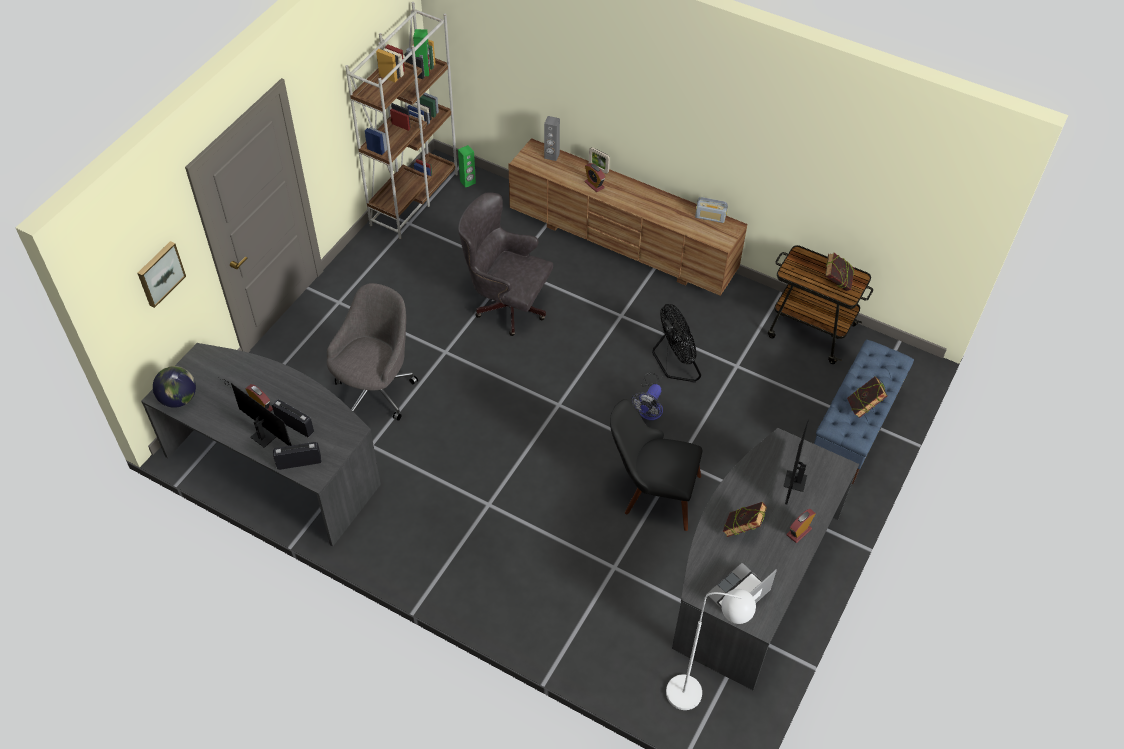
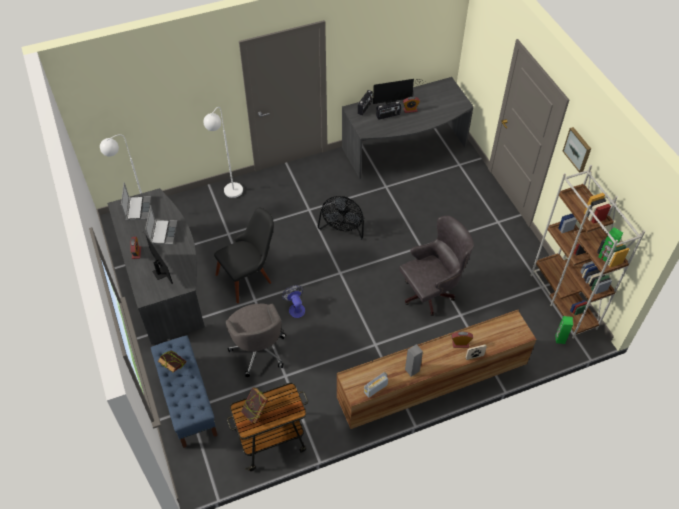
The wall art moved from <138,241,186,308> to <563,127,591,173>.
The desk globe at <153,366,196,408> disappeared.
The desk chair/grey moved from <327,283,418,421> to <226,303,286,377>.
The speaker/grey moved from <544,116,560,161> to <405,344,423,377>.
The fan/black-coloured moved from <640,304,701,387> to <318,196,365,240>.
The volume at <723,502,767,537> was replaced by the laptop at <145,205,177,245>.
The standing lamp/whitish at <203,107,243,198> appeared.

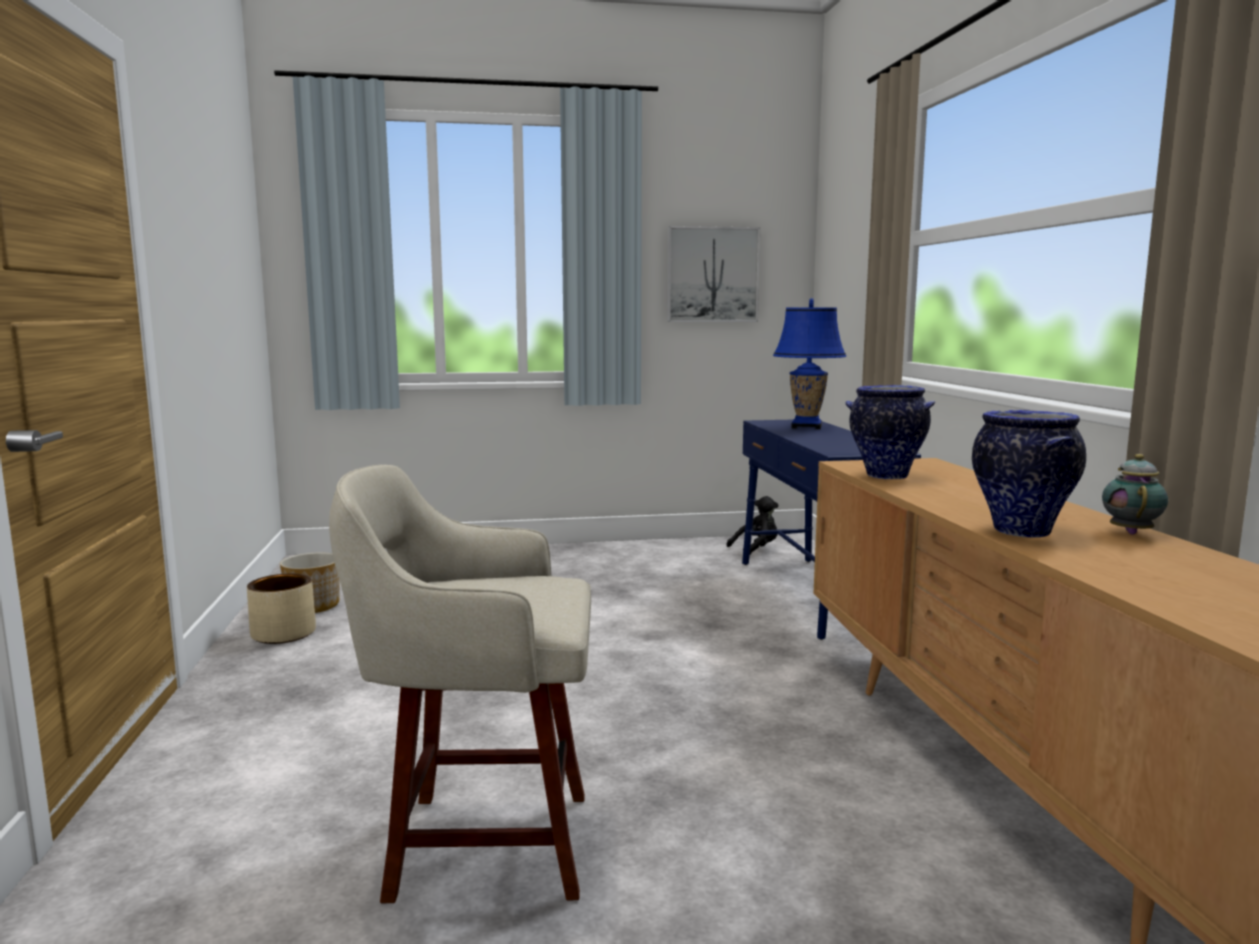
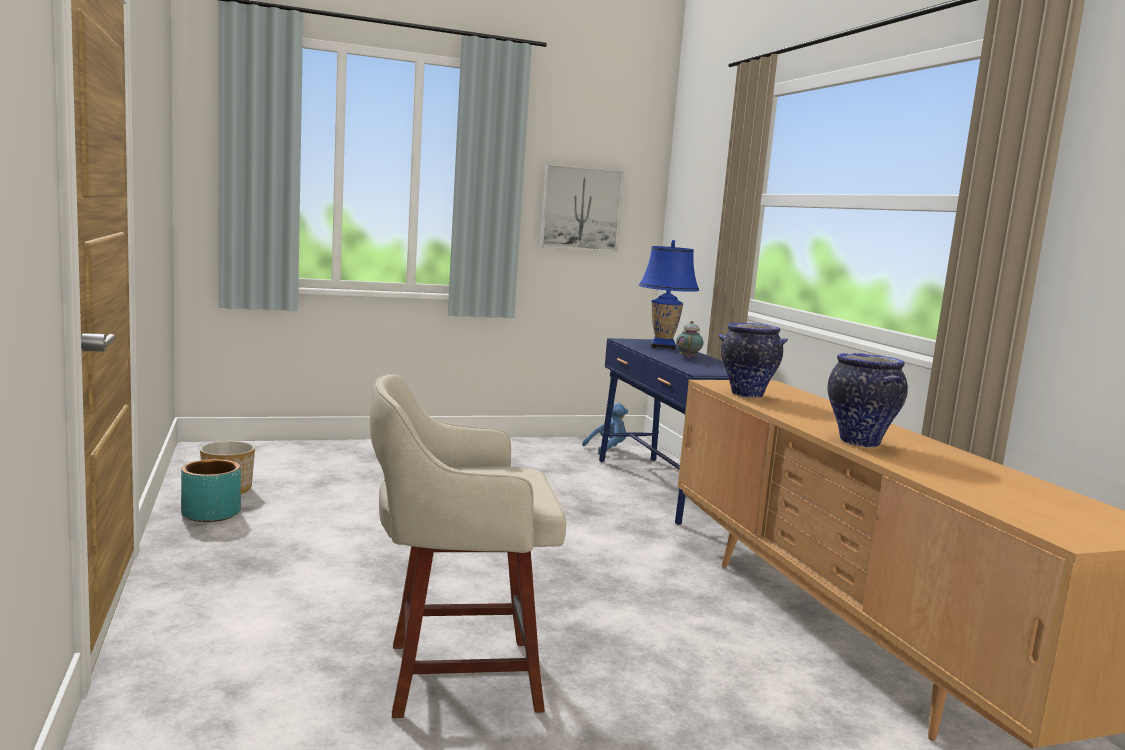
The plant pot/sand-coloured at <247,573,316,644> became the plant pot/turquoise at <181,459,241,522>.
The soft toy/black-coloured at <726,496,779,554> became the soft toy/blue at <582,403,628,455>.
The tea pot moved from <1102,454,1168,535> to <676,321,704,359>.

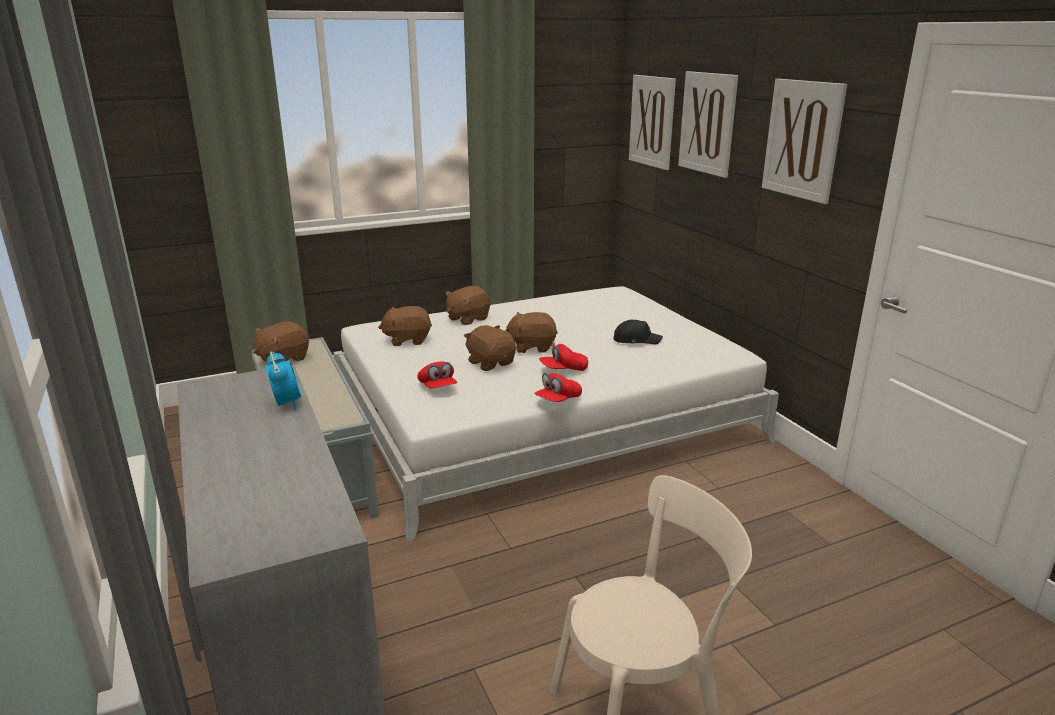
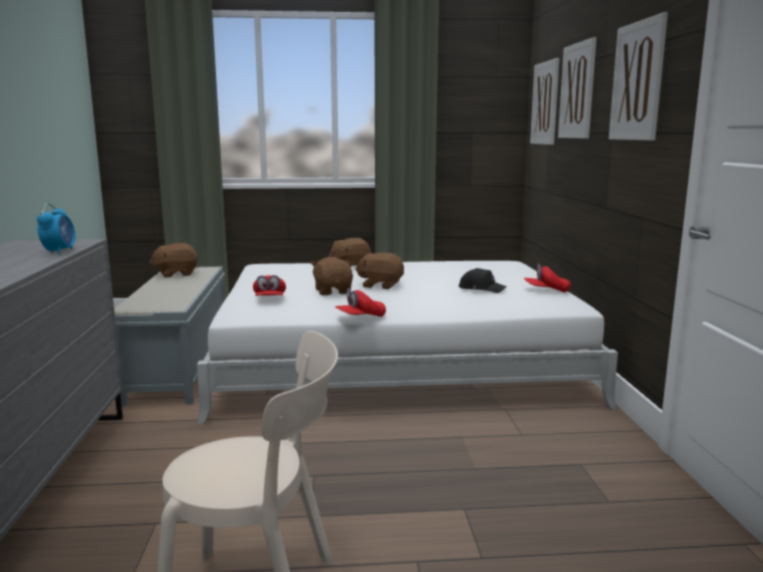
The soft toy/brown-coloured at <378,306,432,346> disappeared.
The cap/red-coloured moved from <539,341,588,371> to <524,264,571,292>.

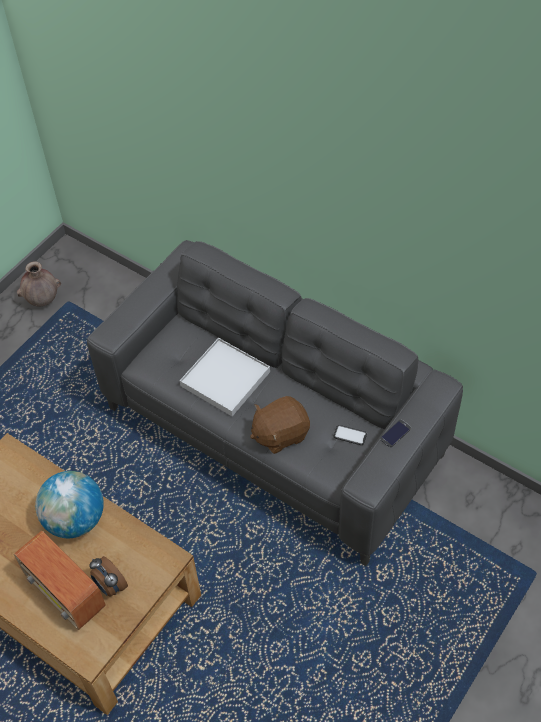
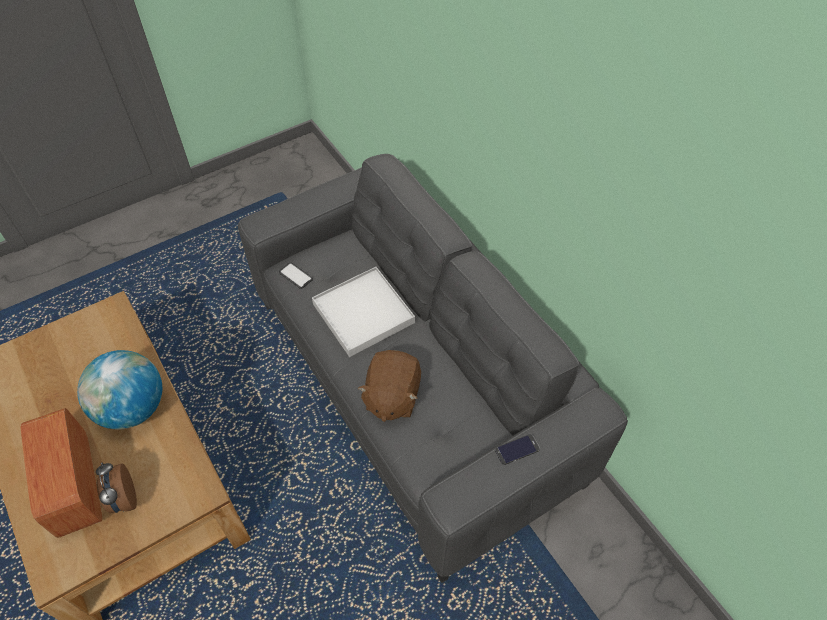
The decorative vase/brown-coloured at <17,261,61,306> disappeared.
The soft toy/brown-coloured at <250,396,310,454> turned 75 degrees counterclockwise.
The telephone moved from <333,425,367,445> to <279,262,313,289>.

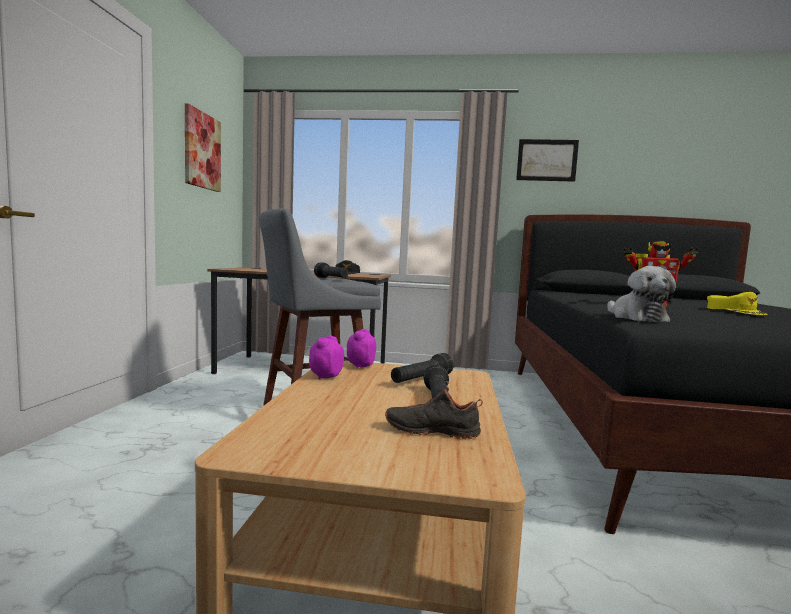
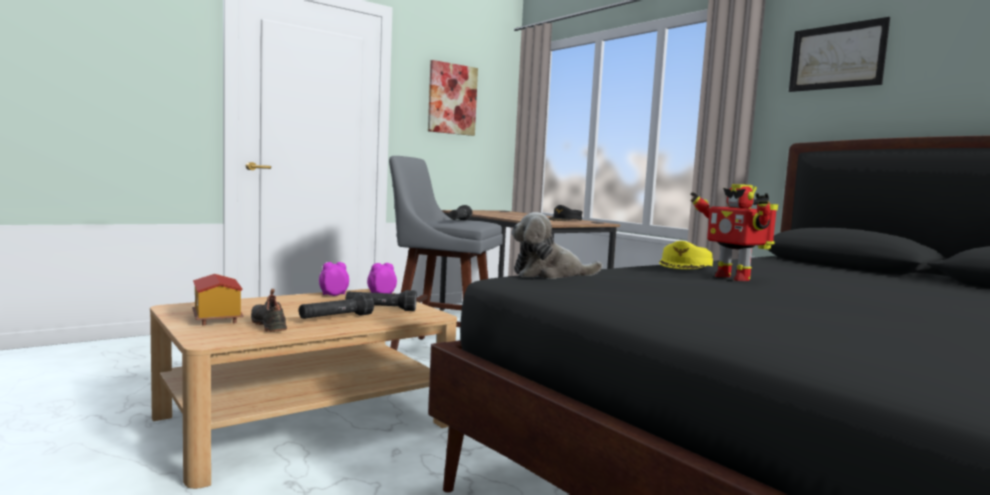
The soft toy at <607,266,676,322> turned 45 degrees clockwise.
The cap/yellowish moved from <707,292,768,315> to <659,241,713,269>.
The toy house at <192,274,244,326> appeared.

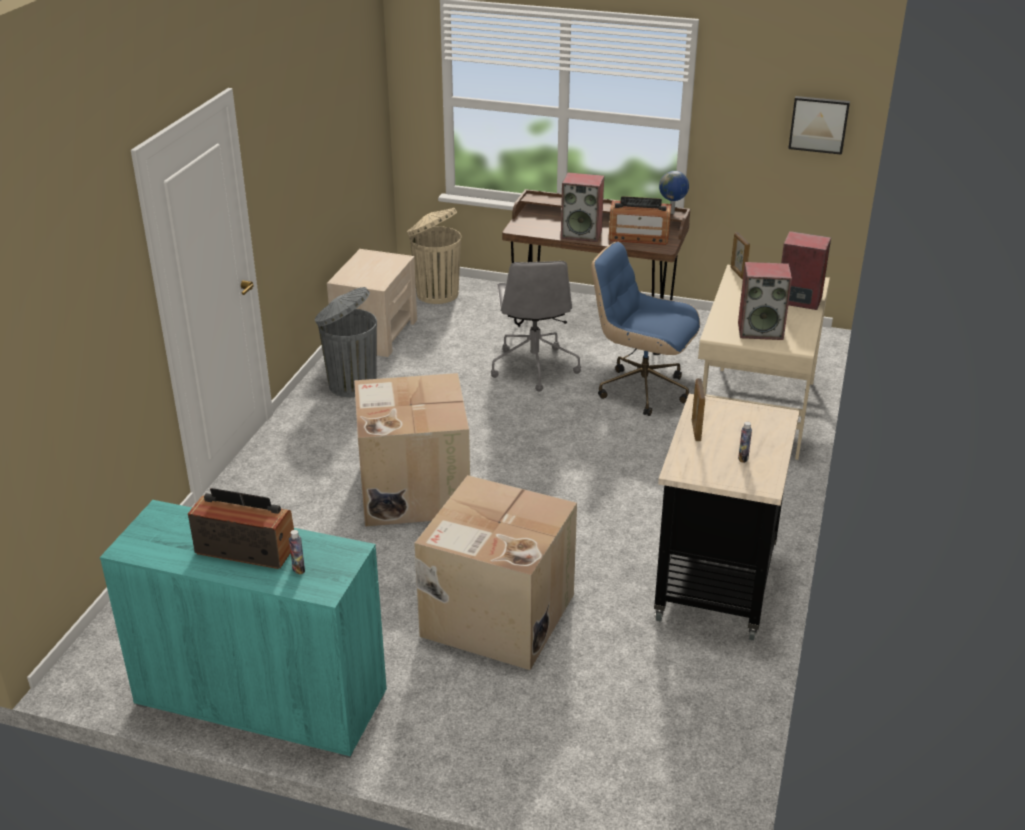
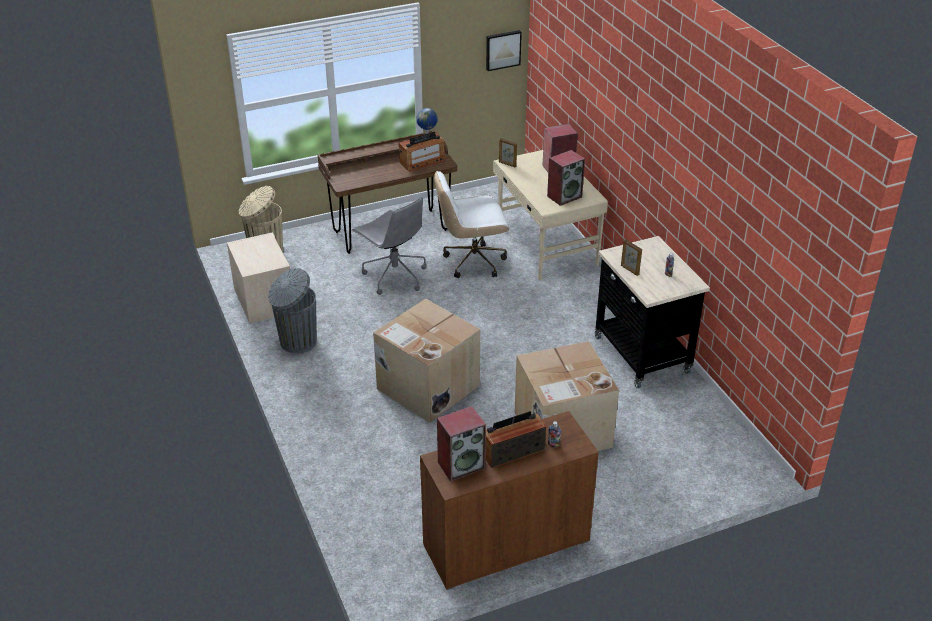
The storage cabinet/turquoise at <100,500,387,758> became the storage cabinet/brown-coloured at <420,411,599,590>.
The speaker moved from <561,172,604,242> to <437,406,486,482>.
The desk chair/blue at <591,241,700,416> became the desk chair/whitish at <434,171,509,278>.

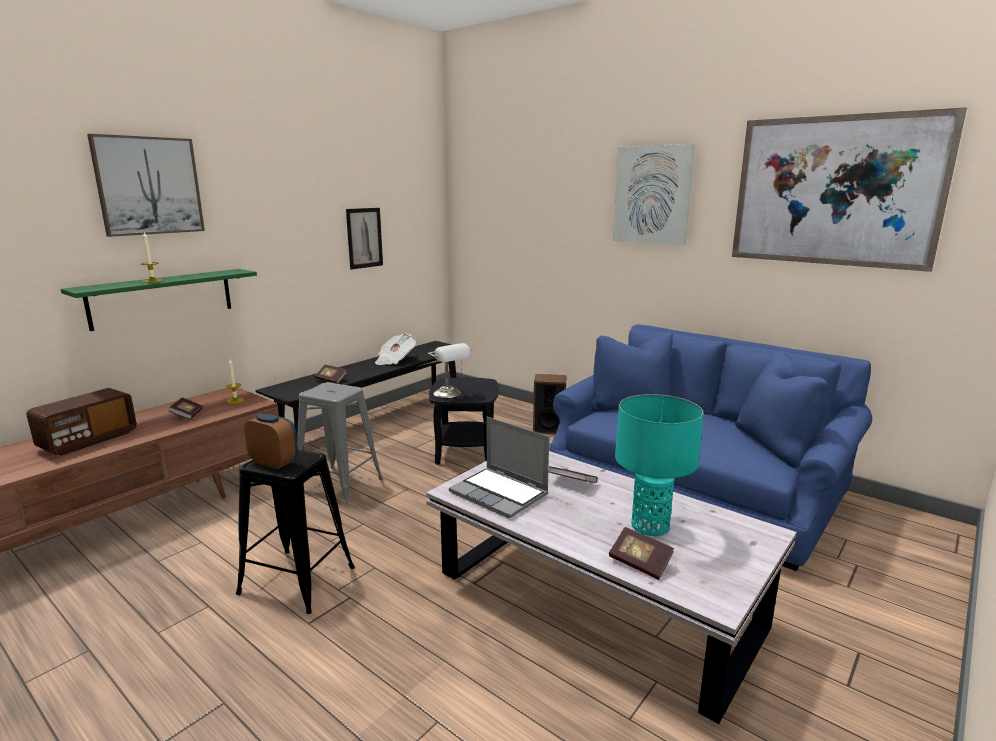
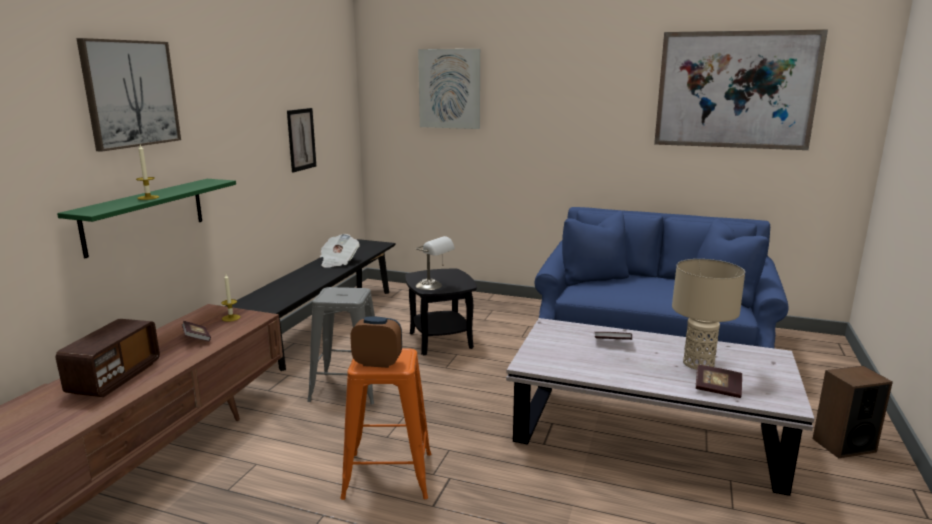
The stool/black-coloured at <236,449,355,614> became the stool/orangey at <340,348,431,500>.
The volume at <315,365,347,384> disappeared.
The laptop at <449,417,549,518> disappeared.
The speaker moved from <533,374,567,434> to <813,366,893,458>.
The wall art moved from <613,144,695,245> to <418,49,480,129>.
The lamp for a table/turquoise at <615,394,704,536> became the lamp for a table/sand-coloured at <672,259,745,370>.

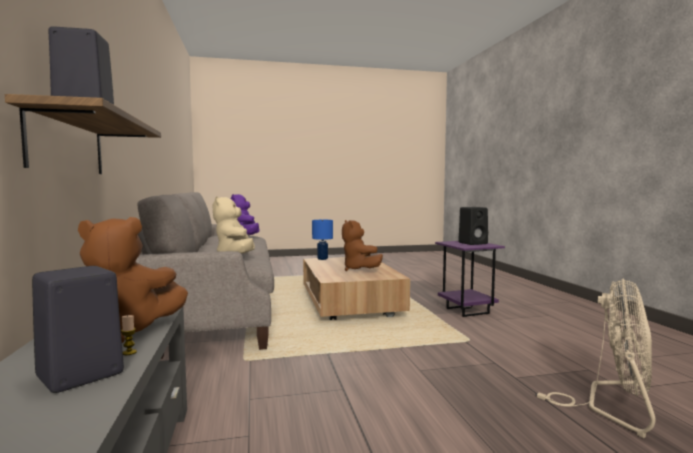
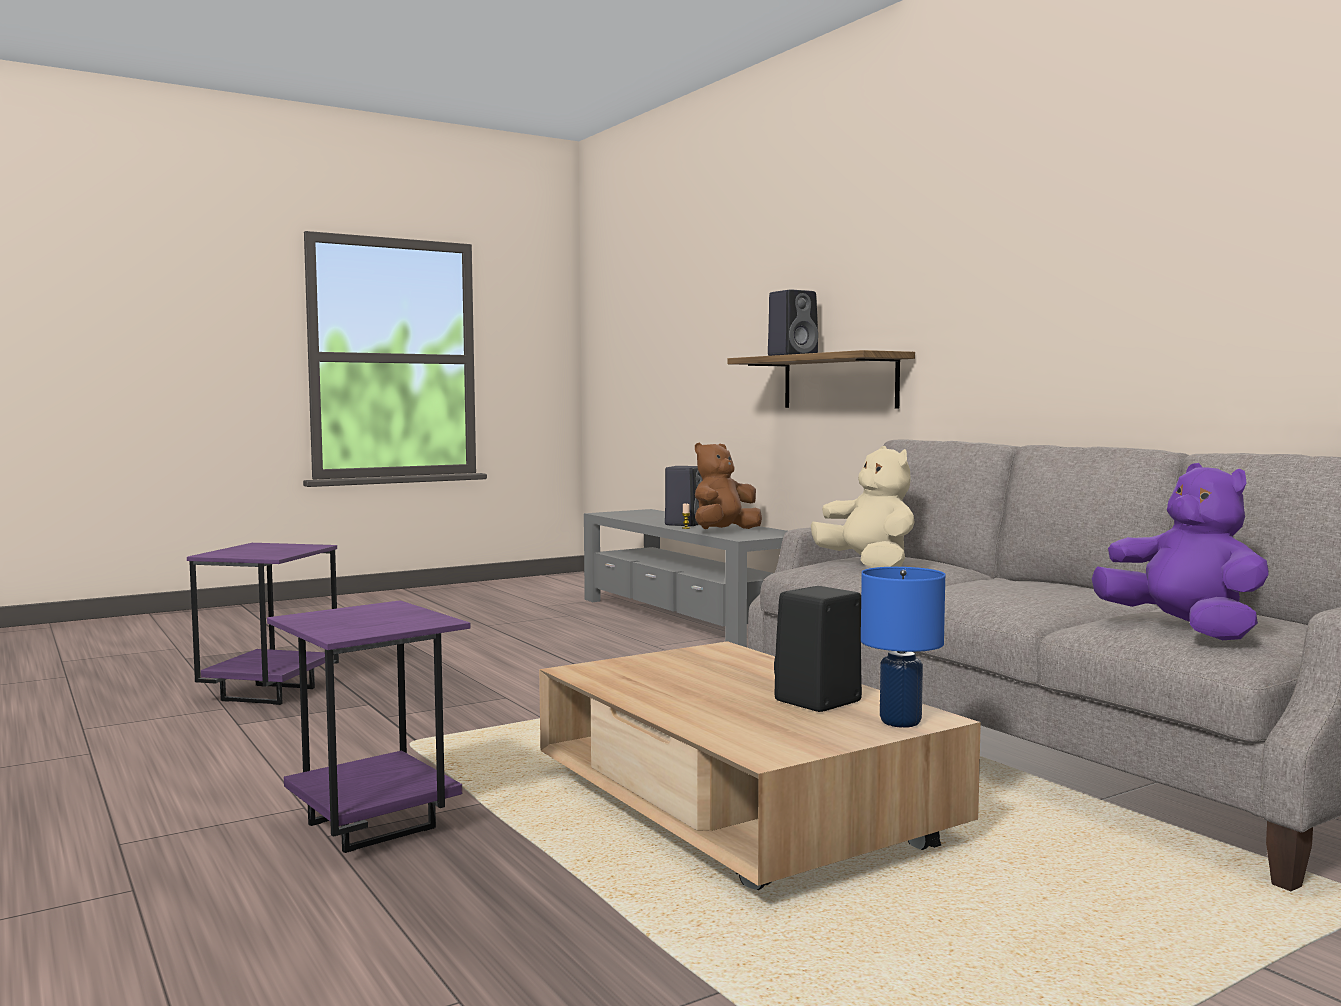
The soft toy/brown-coloured at <342,220,383,271> disappeared.
The speaker/black-coloured moved from <458,207,488,245> to <774,586,862,712>.
The fan/sand-coloured at <536,278,655,438> was replaced by the side table/purple-coloured at <187,543,339,705>.

